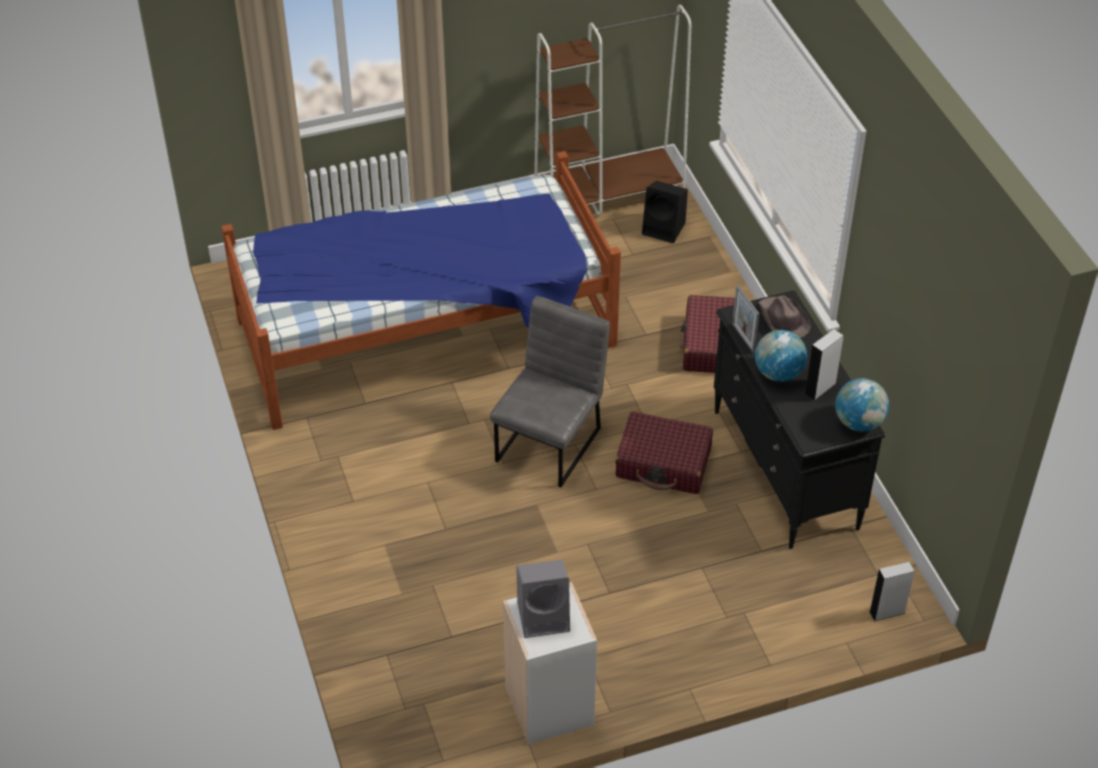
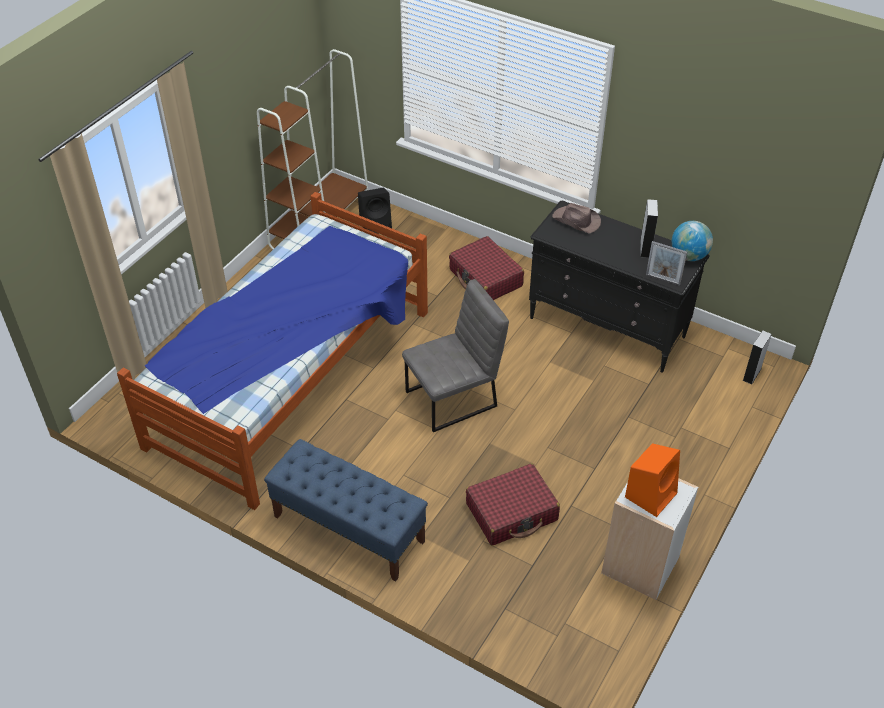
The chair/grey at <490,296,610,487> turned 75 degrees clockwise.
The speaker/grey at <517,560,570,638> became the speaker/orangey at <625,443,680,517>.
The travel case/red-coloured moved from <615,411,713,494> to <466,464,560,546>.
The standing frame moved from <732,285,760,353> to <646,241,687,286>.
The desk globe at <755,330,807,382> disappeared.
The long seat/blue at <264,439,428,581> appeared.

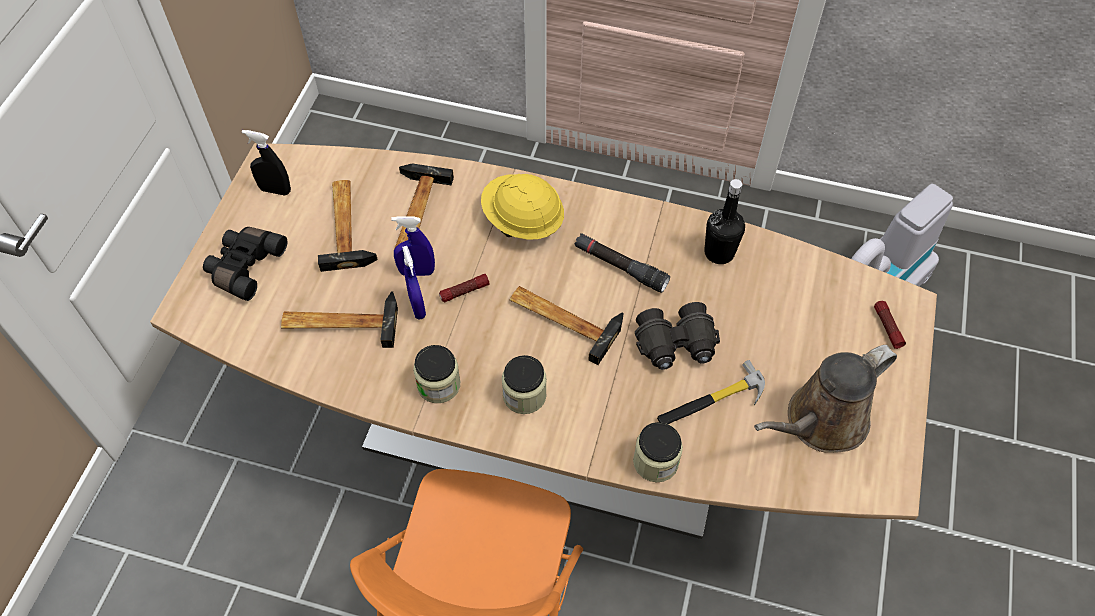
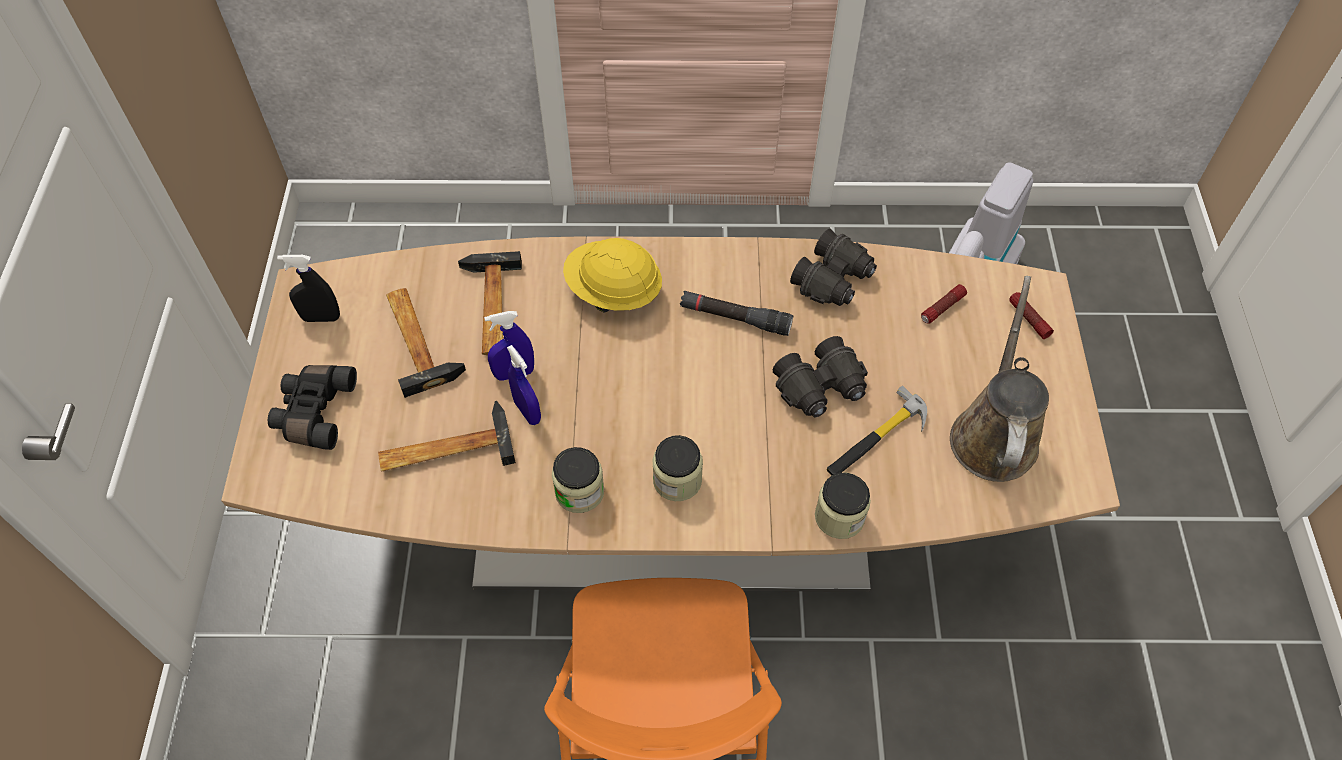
The flashlight moved from <439,274,490,302> to <921,284,967,324>.
The tool hammer at <510,286,624,365> disappeared.
The beverage bottle/black-coloured at <704,179,745,264> was replaced by the field glasses/black-coloured at <790,229,877,306>.
The watering can/brown-coloured at <754,345,897,453> turned 150 degrees clockwise.

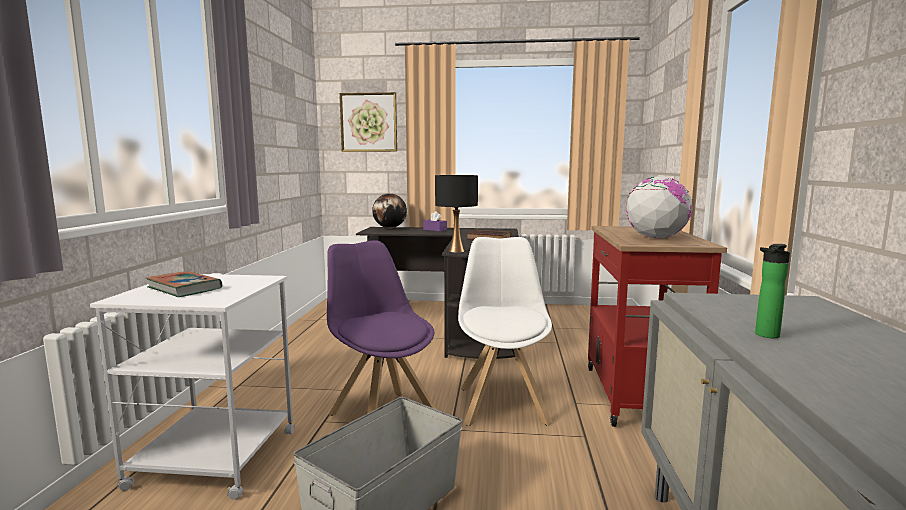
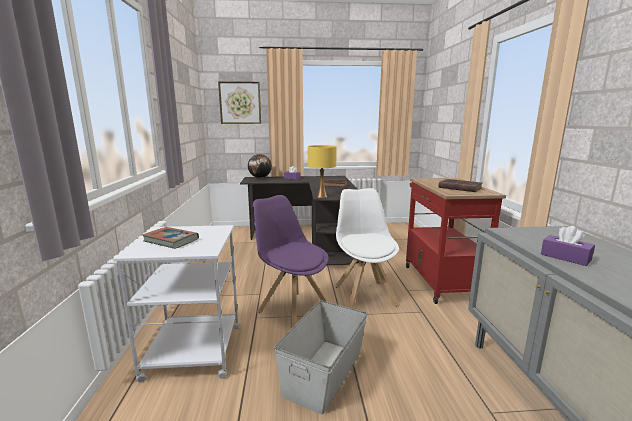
The lamp for a table/black-coloured at <435,175,478,253> became the lamp for a table/yellowish at <308,145,337,198>.
The desk globe at <626,176,692,238> was replaced by the volume/brown-coloured at <438,179,482,192>.
The beverage bottle at <755,244,790,338> was replaced by the tissue box/purple-coloured at <541,226,595,266>.

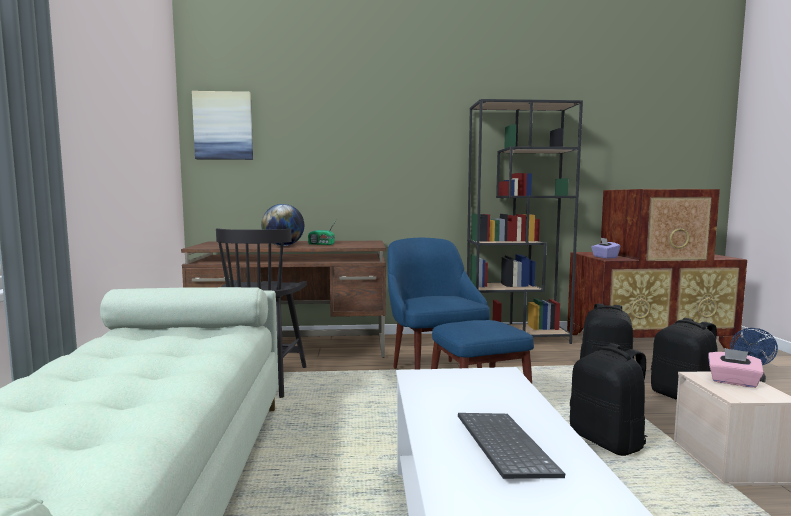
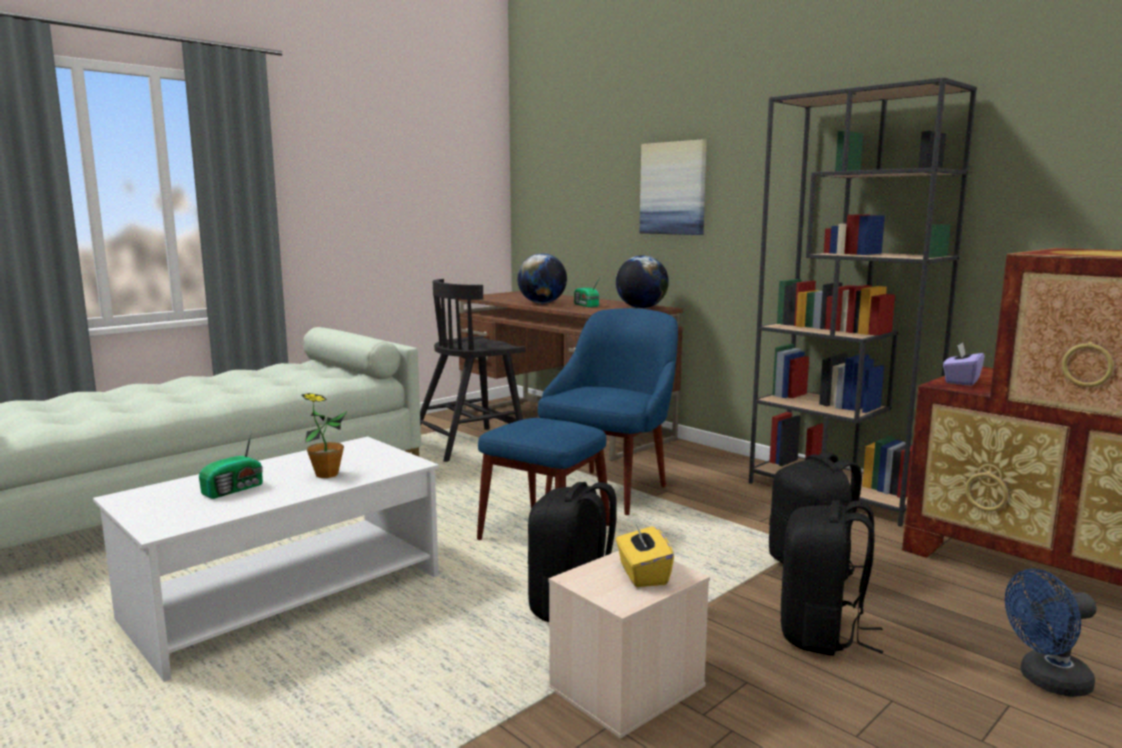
The wall art moved from <192,91,253,160> to <640,139,707,235>.
The computer keyboard at <458,413,565,479> was replaced by the radio receiver at <199,429,263,499>.
The tissue box/pinkish at <708,348,764,388> became the tissue box/yellowish at <616,524,674,587>.
The houseplant at <301,393,347,478> appeared.
The desk globe at <616,255,669,308> appeared.

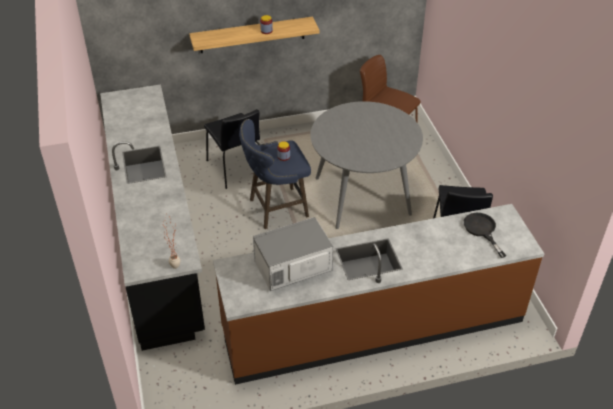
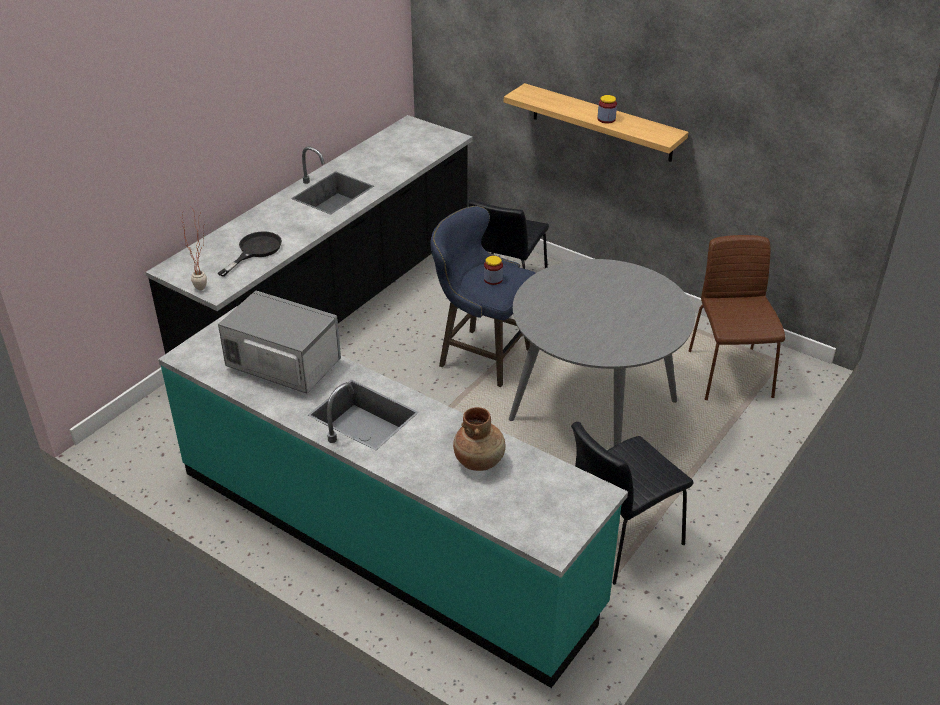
The kitchen base unit/brown-coloured at <213,204,544,385> became the kitchen base unit/turquoise at <158,306,628,688>.
The frying pan/black-coloured moved from <464,213,506,258> to <218,232,282,277>.
The decorative vase/brown-coloured at <453,407,505,471> appeared.

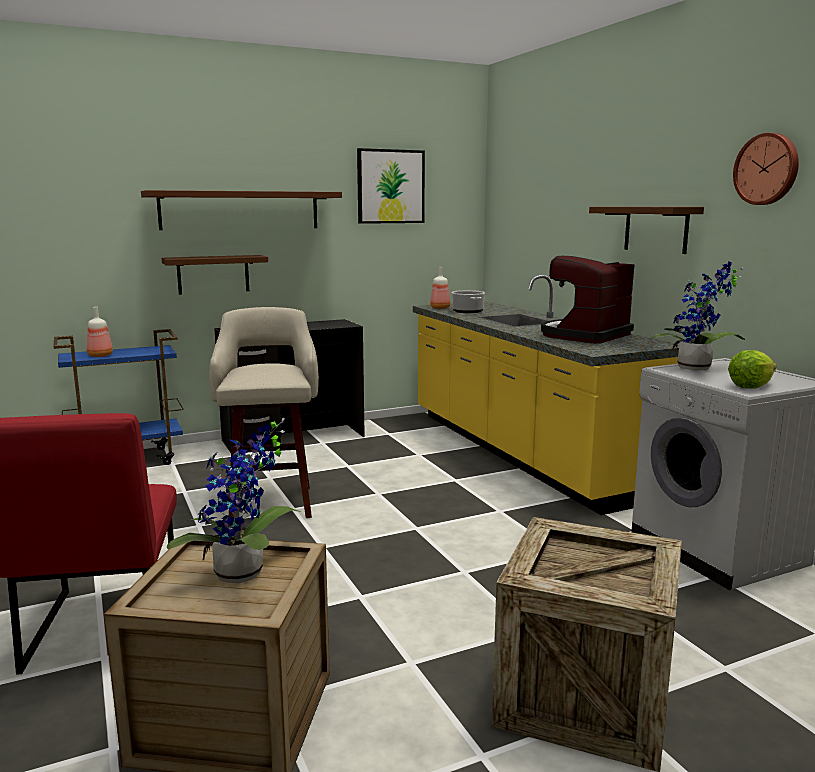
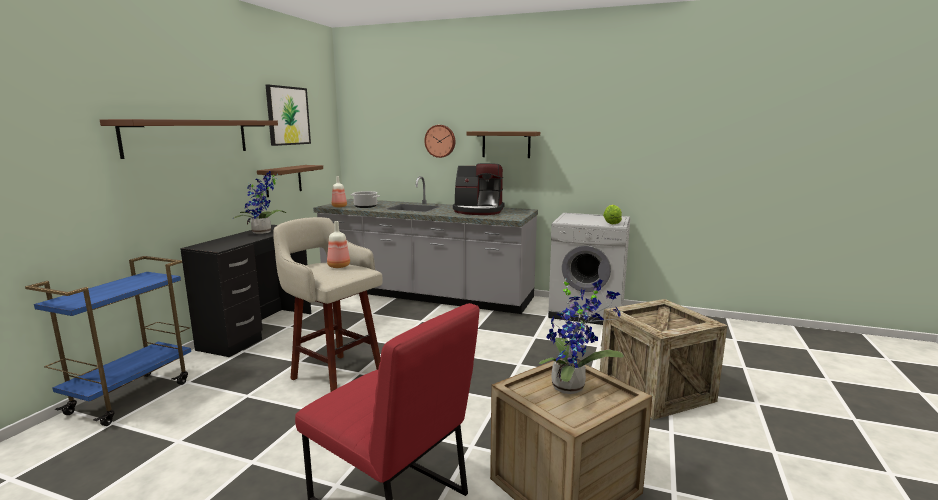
The beverage bottle moved from <87,307,113,357> to <327,221,350,268>.
The bracket shelf/brown-coloured moved from <161,255,268,295> to <257,165,323,197>.
The kitchen base unit/yellowish at <413,275,679,515> became the kitchen base unit/grey at <313,176,538,314>.
The coffee machine at <541,256,635,344> turned 75 degrees counterclockwise.
The houseplant moved from <651,261,745,370> to <233,171,286,234>.
The hanging clock moved from <733,133,799,205> to <424,125,455,158>.

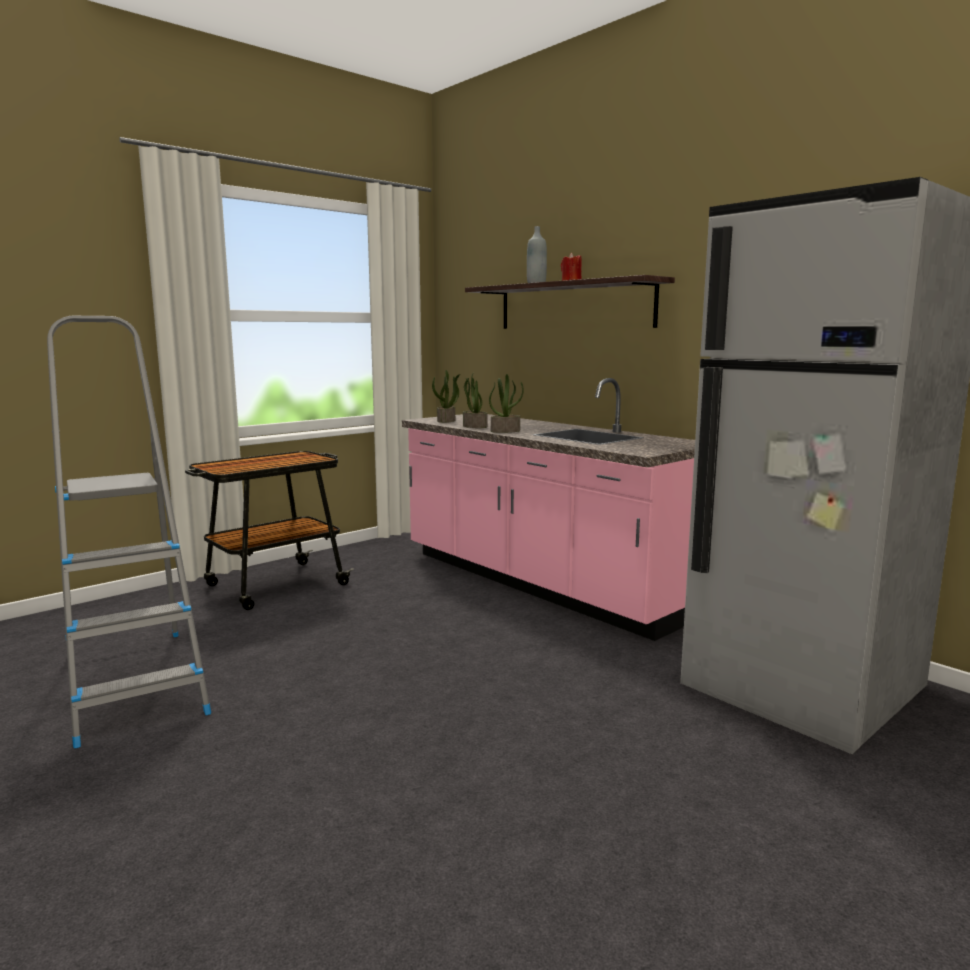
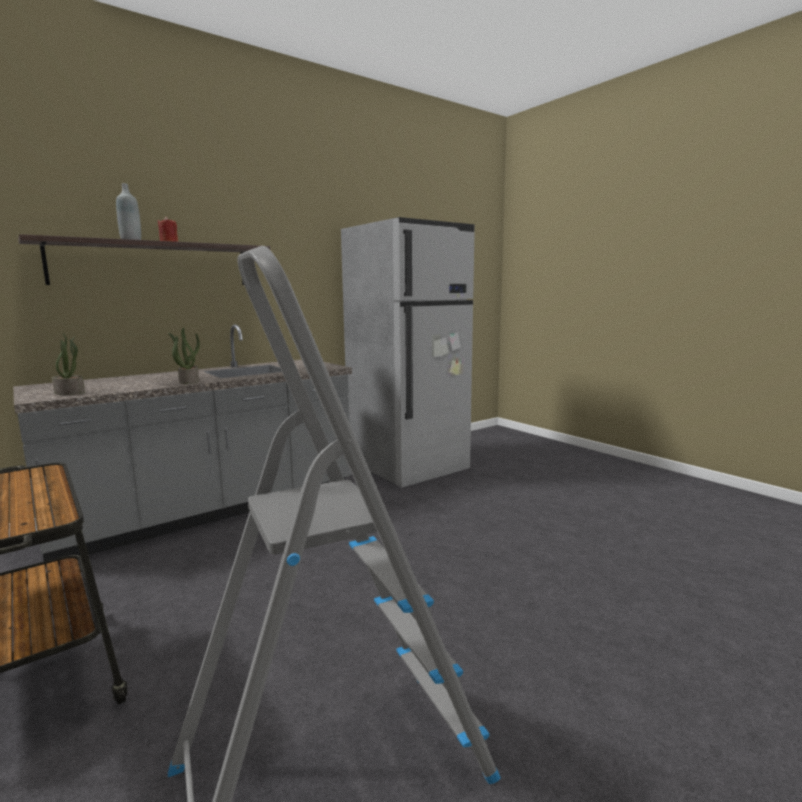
The kitchen base unit/pinkish at <402,378,695,641> became the kitchen base unit/grey at <13,324,352,561>.
The houseplant at <463,373,487,428> disappeared.

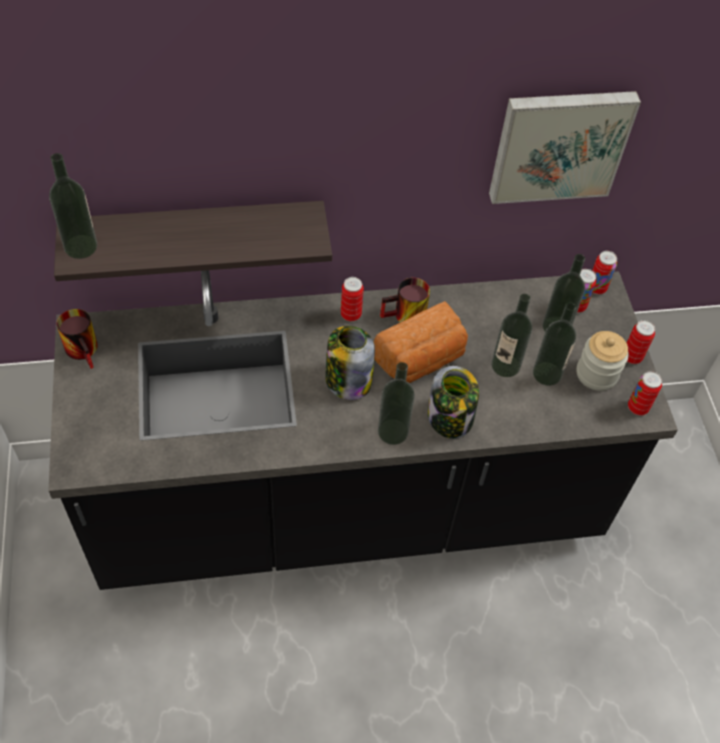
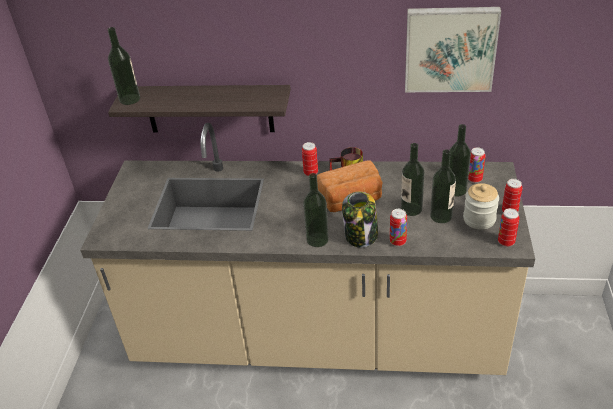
The kitchen base unit/black-coloured at <48,270,678,590> became the kitchen base unit/sand-coloured at <80,123,535,375>.
The mug at <57,309,98,369> disappeared.
The preserve jar at <325,326,375,400> disappeared.
The metal can moved from <592,251,617,294> to <390,209,407,246>.

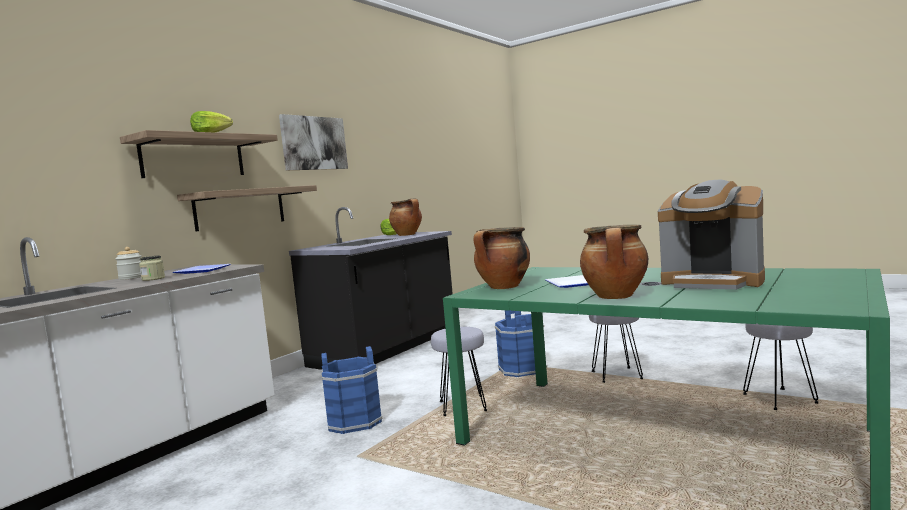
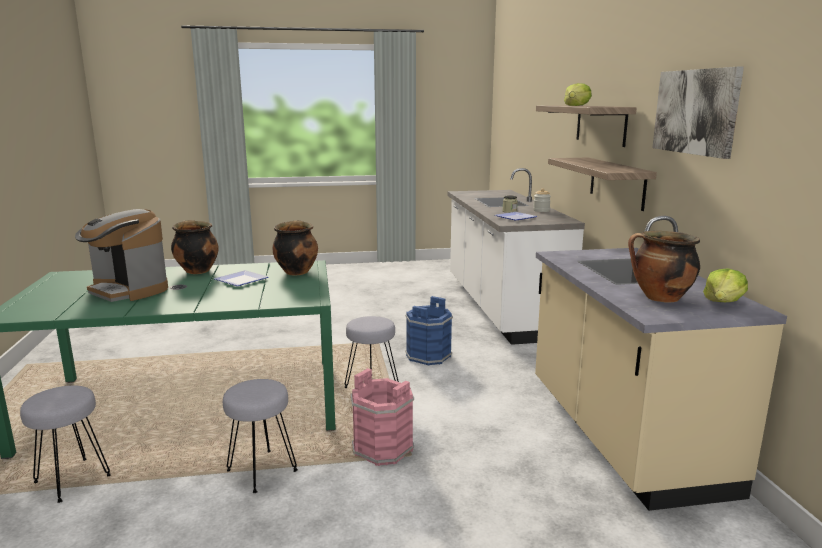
The kitchen base unit/black-coloured at <289,207,453,370> became the kitchen base unit/sand-coloured at <535,216,787,511>.
The water bucket/blue at <495,310,547,377> became the water bucket/pinkish at <351,368,414,466>.
The coffee machine at <658,180,765,290> turned 135 degrees counterclockwise.

